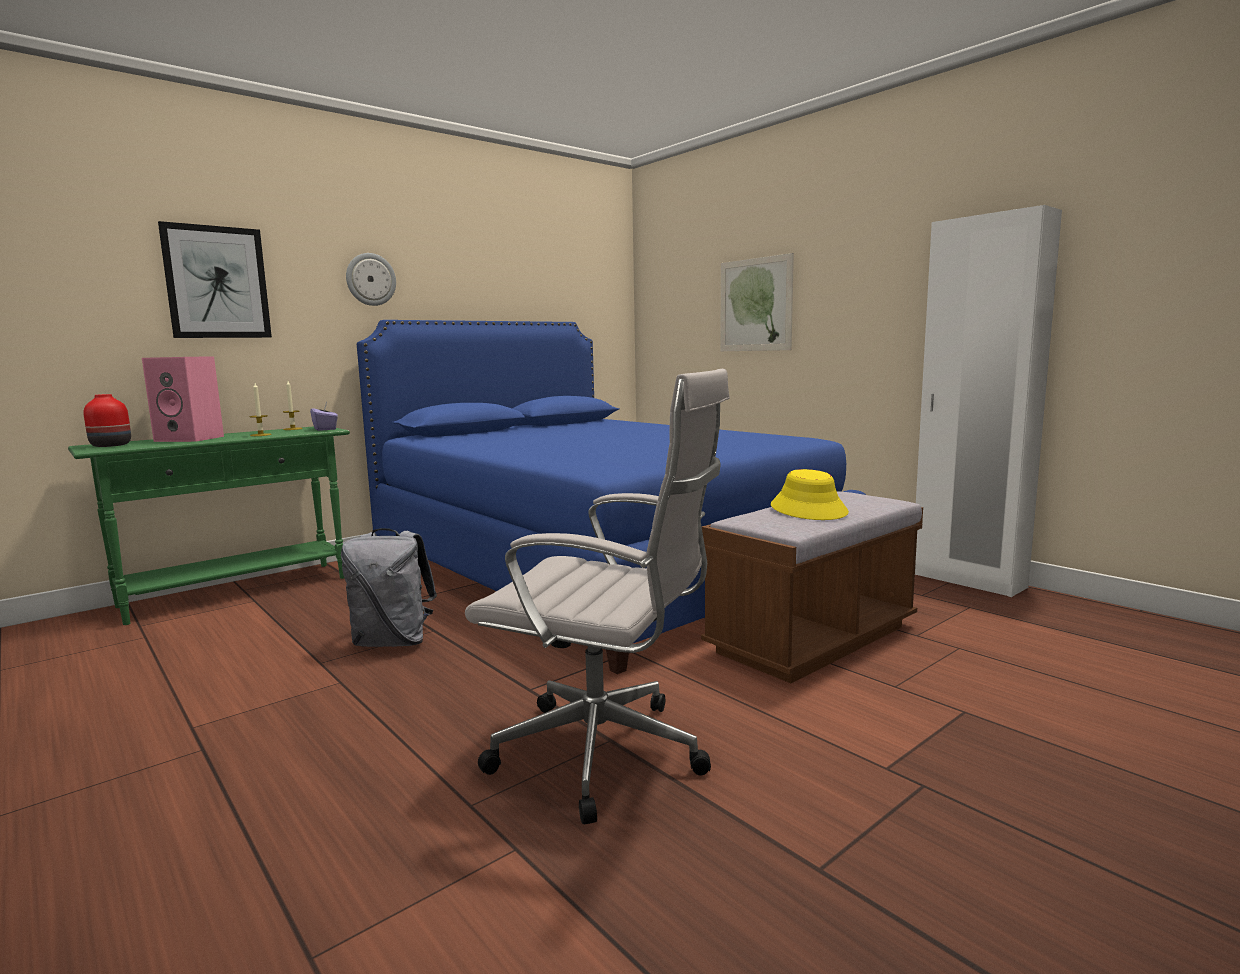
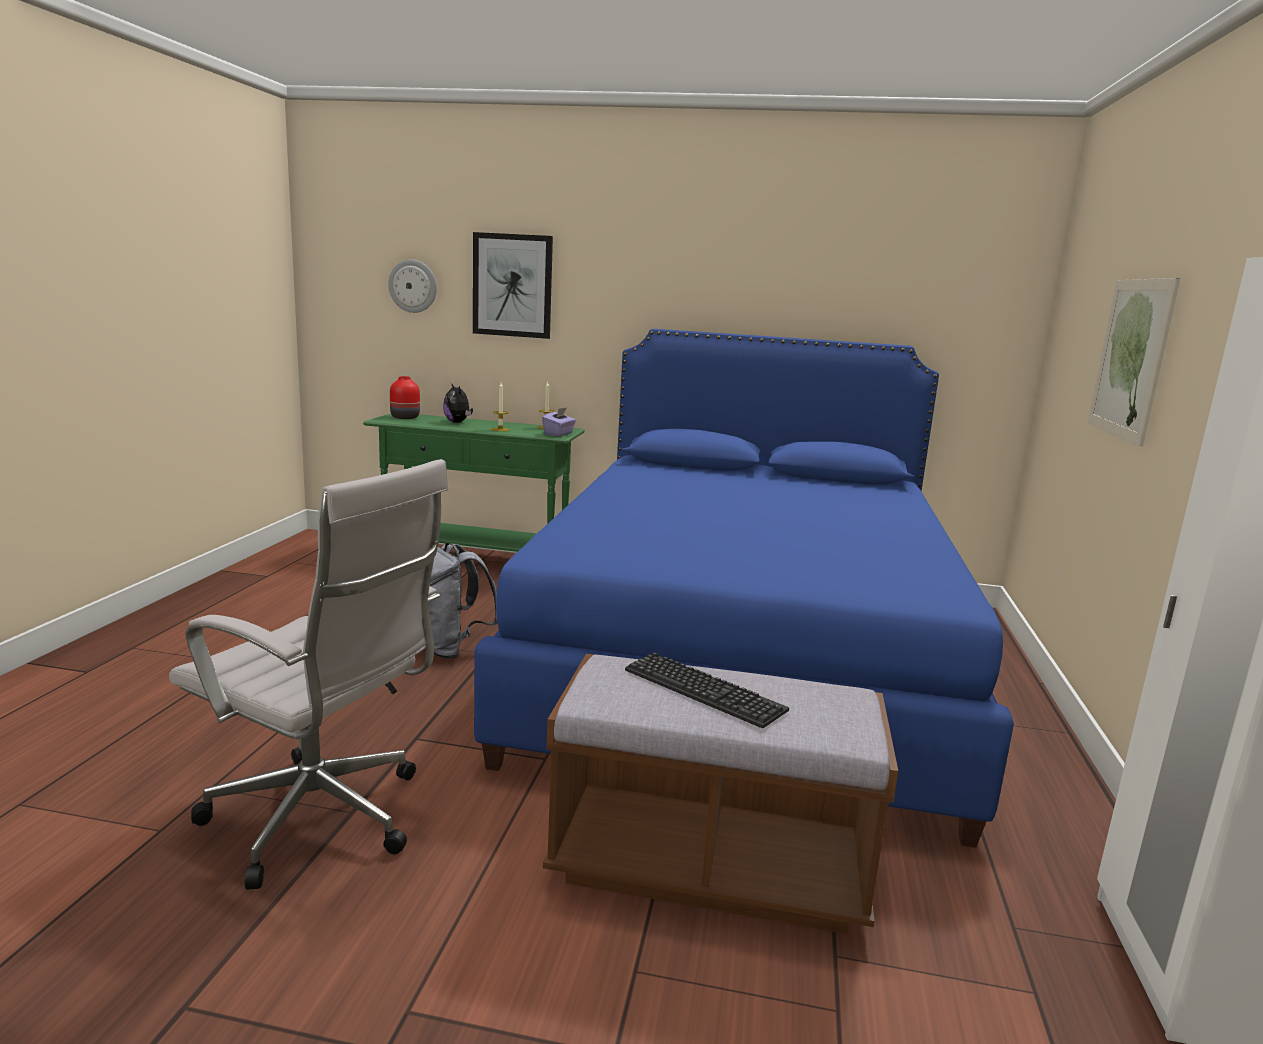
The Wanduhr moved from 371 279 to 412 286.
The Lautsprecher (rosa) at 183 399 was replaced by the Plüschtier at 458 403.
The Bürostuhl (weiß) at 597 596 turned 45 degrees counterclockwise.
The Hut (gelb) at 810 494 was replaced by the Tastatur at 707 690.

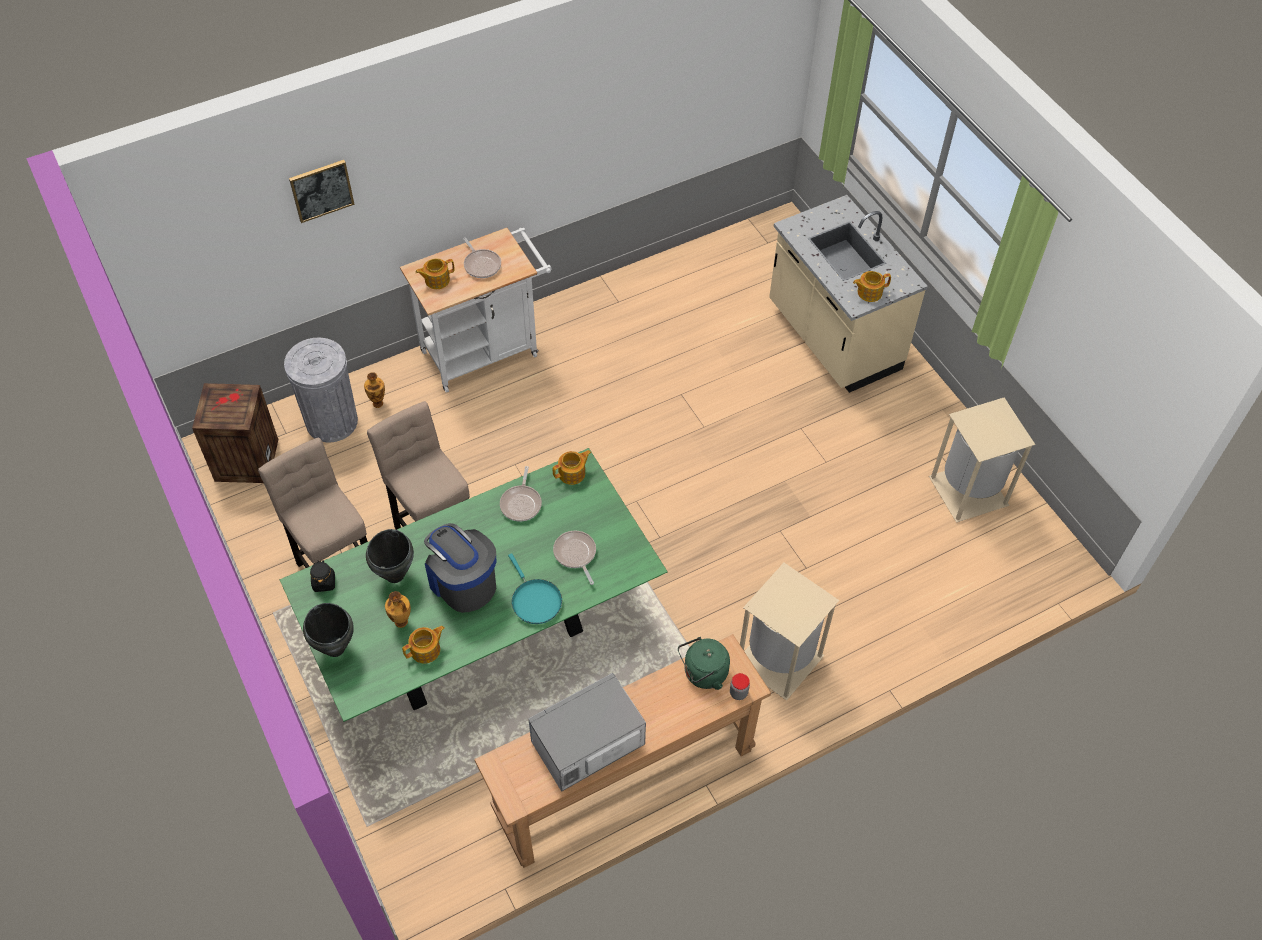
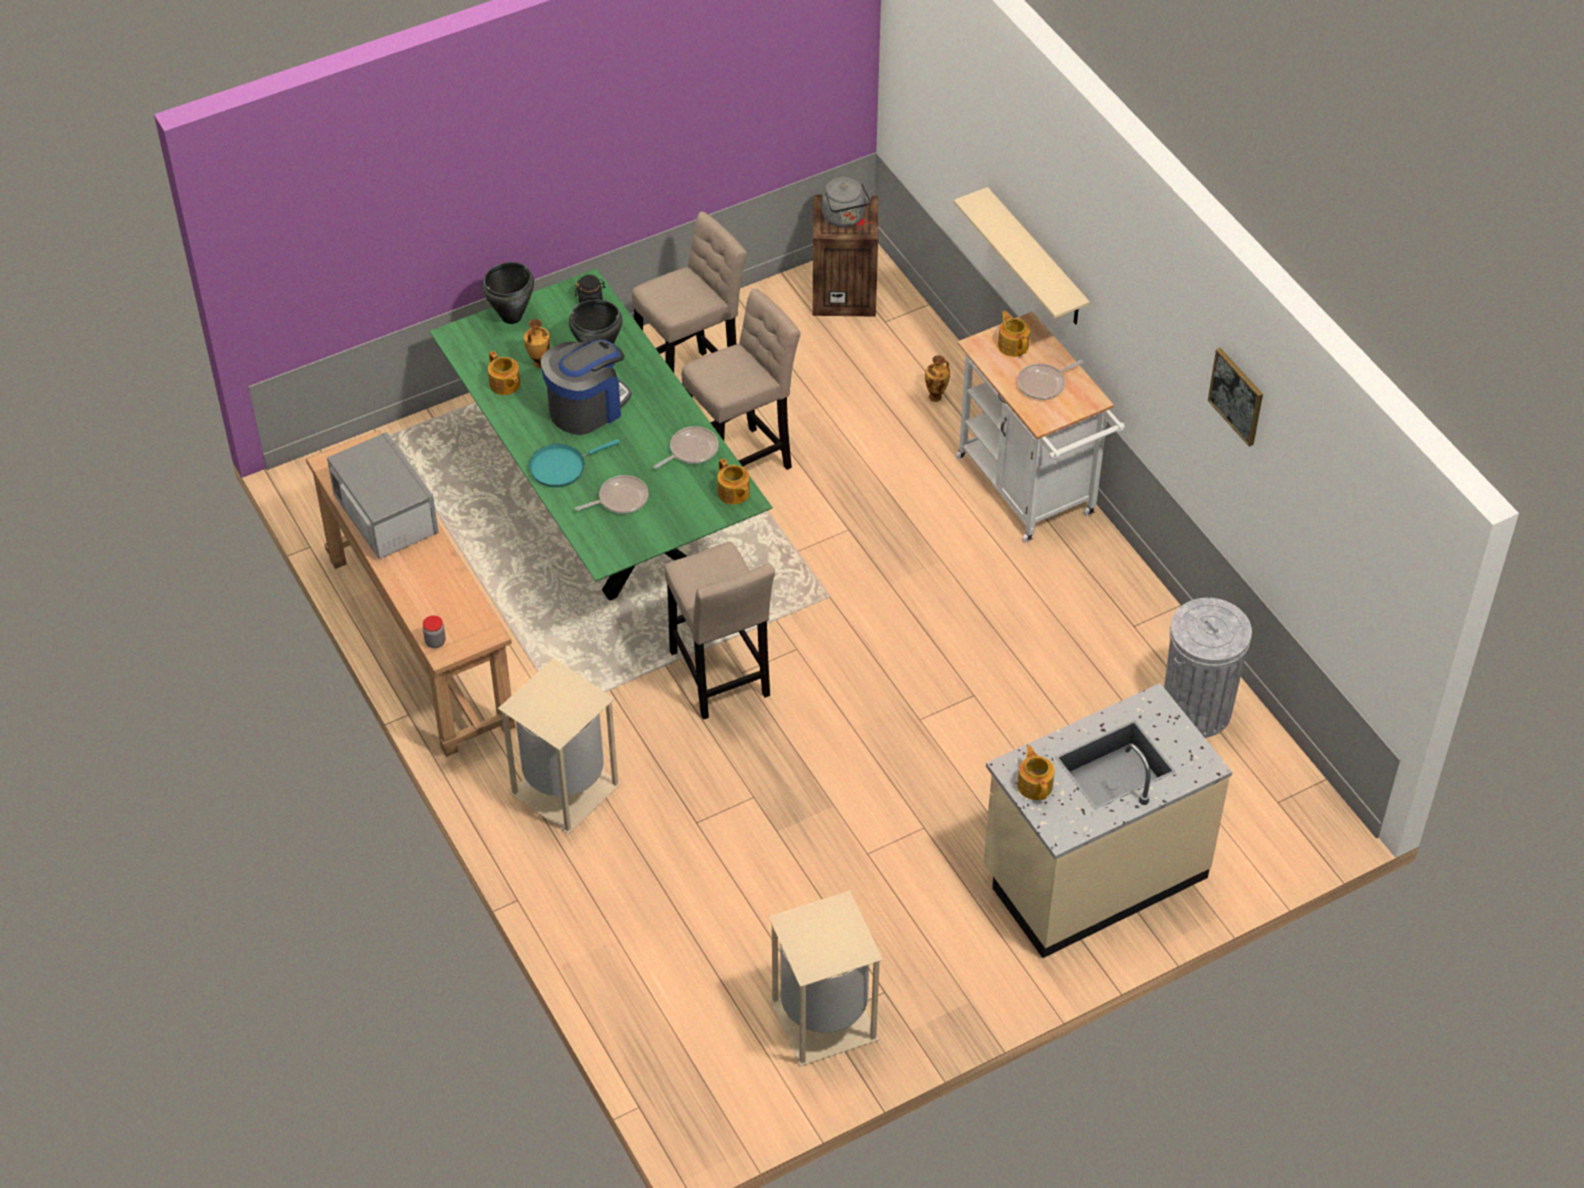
The Bild moved from 322 191 to 1235 397.
The Mülleimer (grau) moved from 321 390 to 1208 668.
The Pfanne at 521 493 turned 135 degrees clockwise.
The Wasserkessel (grün) at 704 663 disappeared.
The Wasserkessel (grau) at 848 202 appeared.
The Wandregal (beige) at 1022 256 appeared.
The Hocker (beige) at 720 631 appeared.

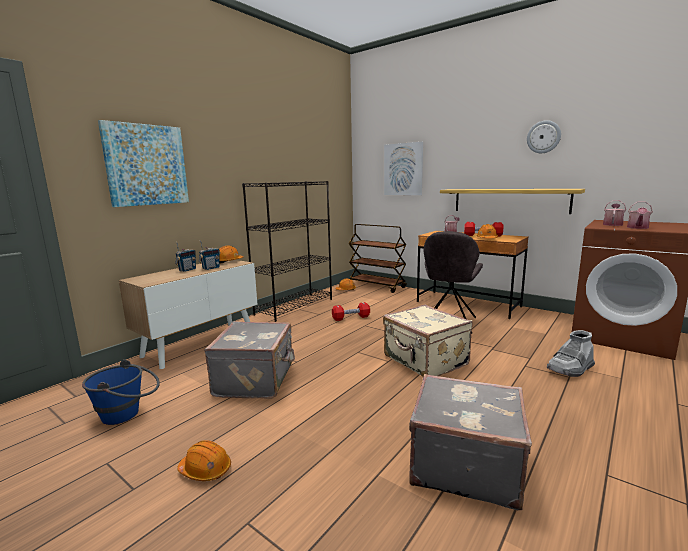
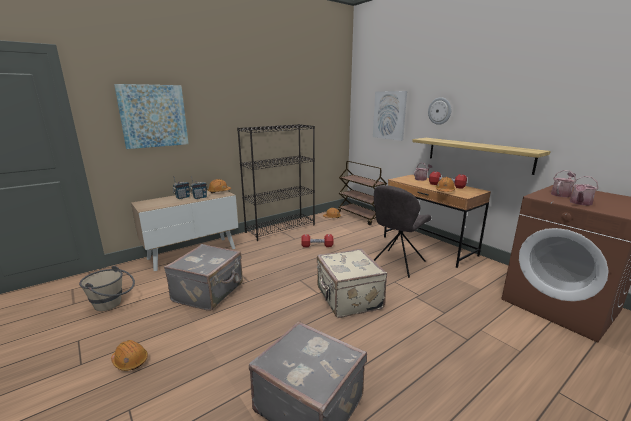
The Wanduhr moved from 544 136 to 439 111.
The Stiefel (grau) at 571 353 disappeared.
The Eimer (blau) at 121 392 became the Eimer (beige) at 107 288.

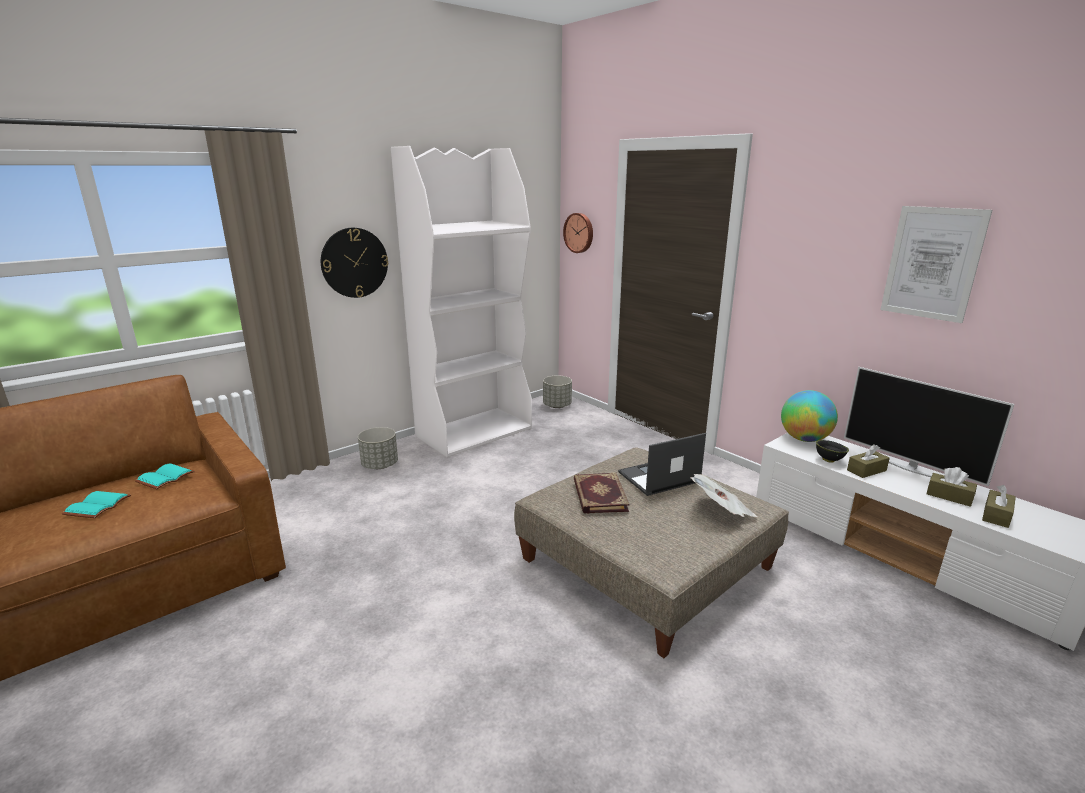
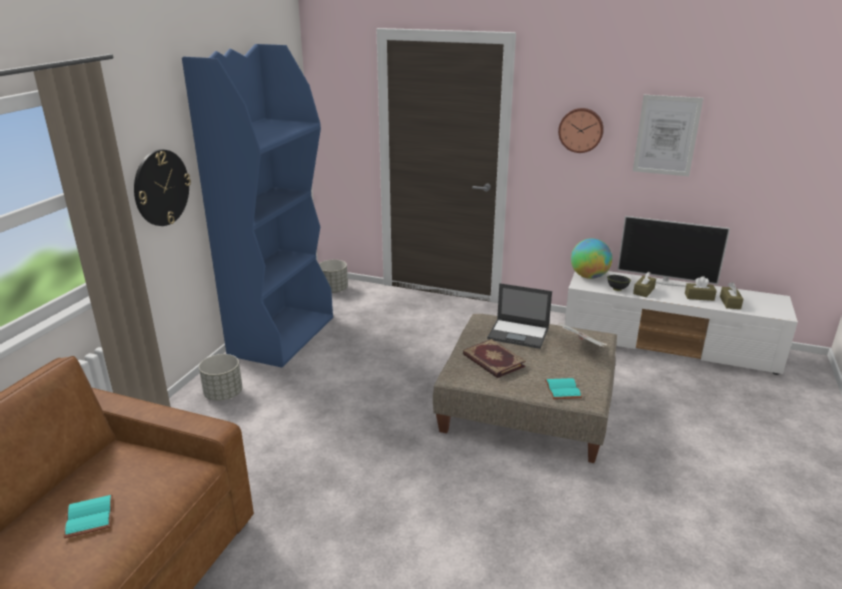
The Bücherregal (weiß) at 461 301 became the Bücherregal (blau) at 257 206.
The Wanduhr moved from 578 233 to 581 130.
The Laptop at 662 464 turned 105 degrees counterclockwise.
The Buch (türkis) moved from 165 476 to 563 388.

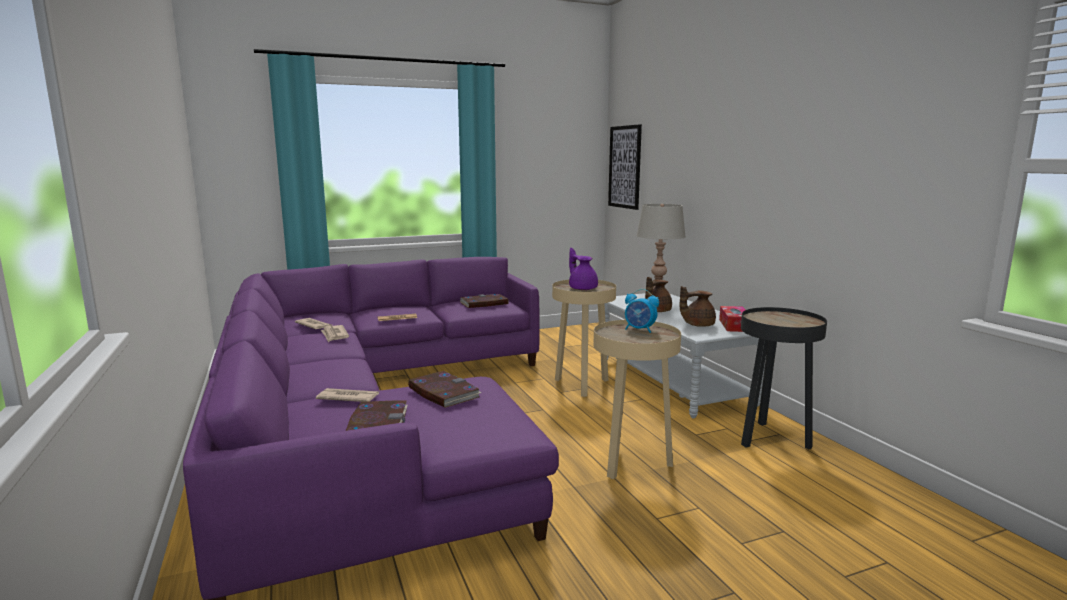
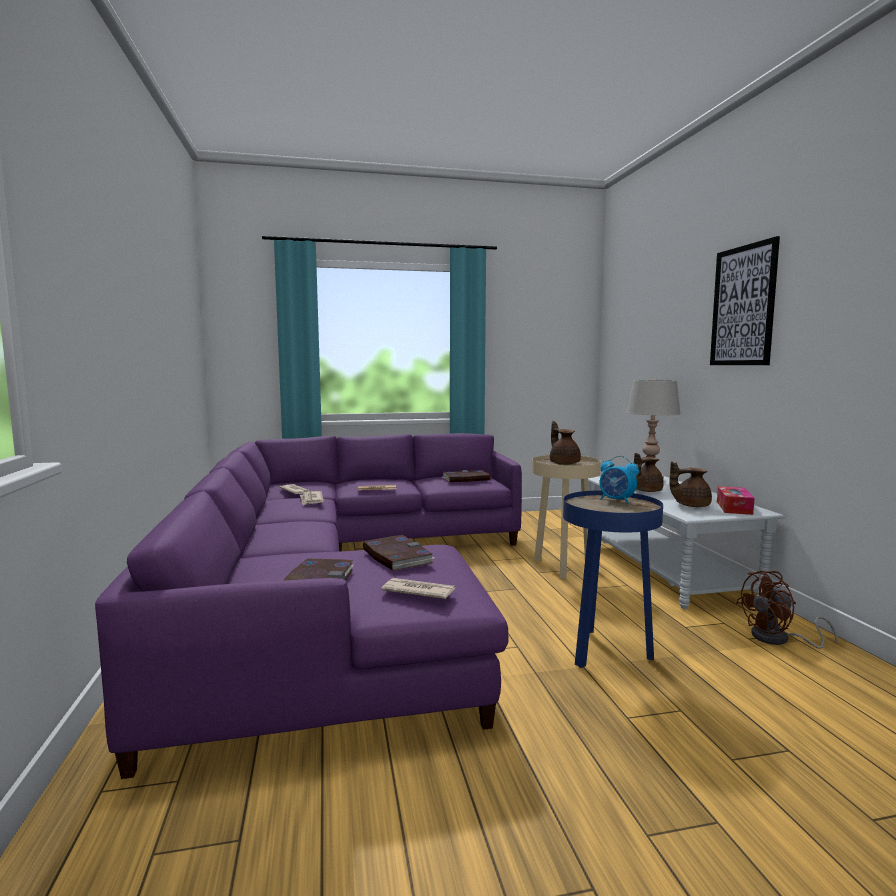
The Bild moved from 625 167 to 745 300.
The Teekanne (lila) at 583 269 became the Teekanne (braun) at 565 443.
The Beistelltisch (schwarz) at 784 378 was replaced by the Ventilator (braun) at 786 610.
The Beistelltisch (beige) at 637 399 became the Beistelltisch (blau) at 613 579.
The Zeitung moved from 347 395 to 418 588.

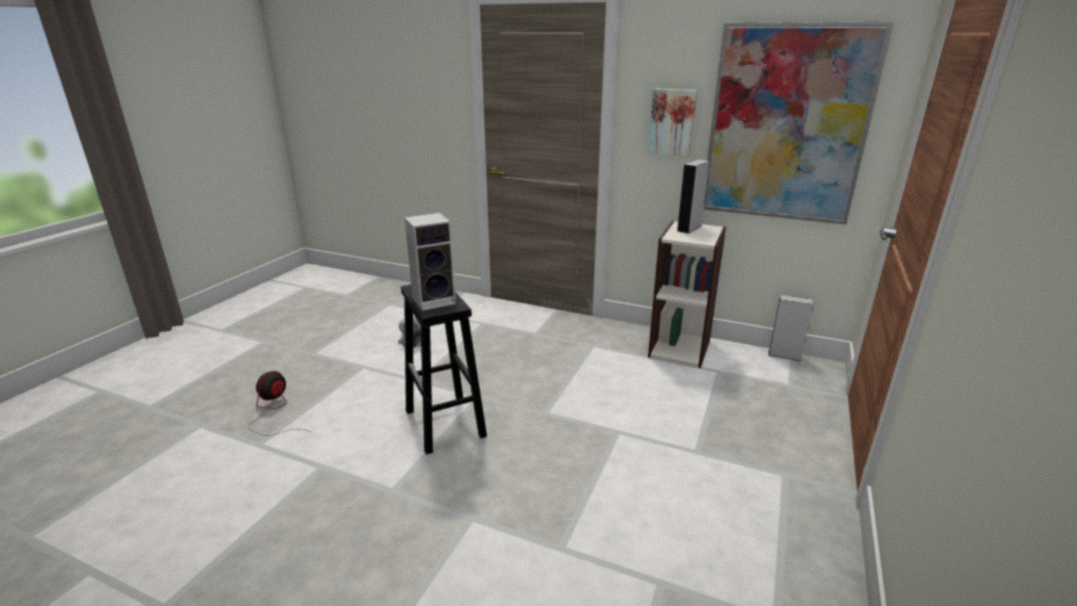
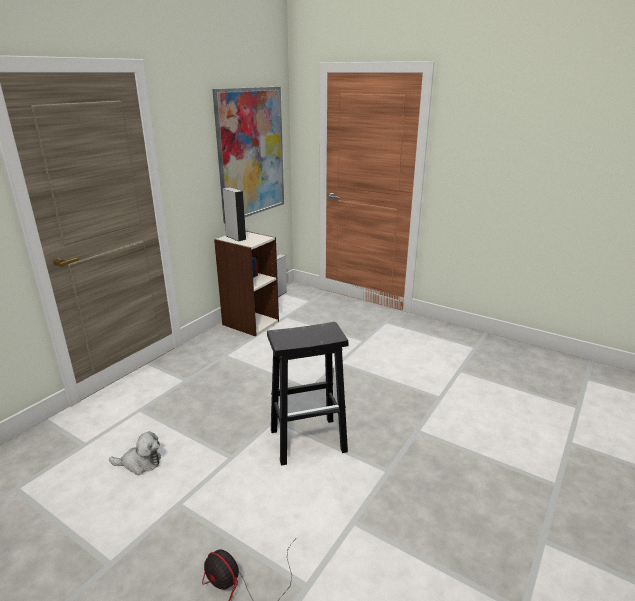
The Bild at 672 122 disappeared.
The Lautsprecher at 430 262 disappeared.

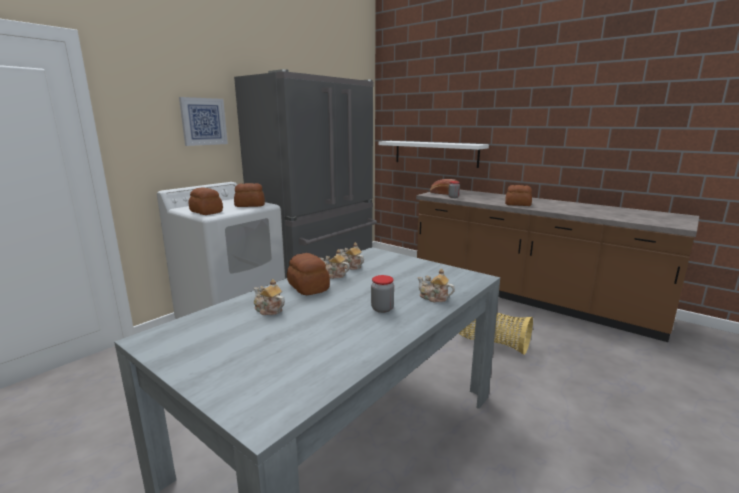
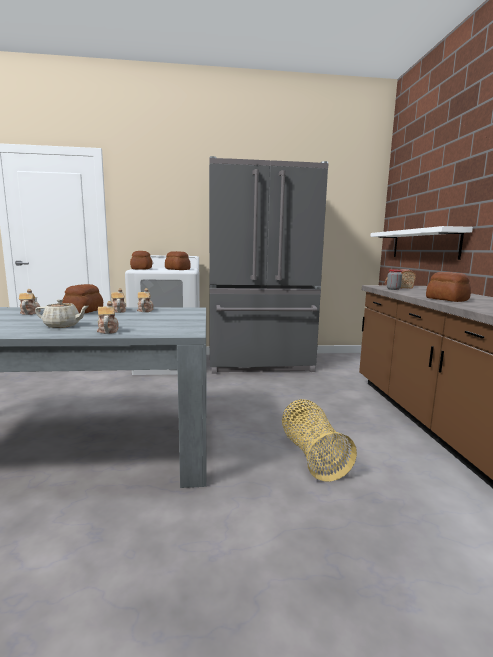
The Bild at 203 121 disappeared.
The Vorratsglas at 382 294 was replaced by the Teekanne (beige) at 61 313.

